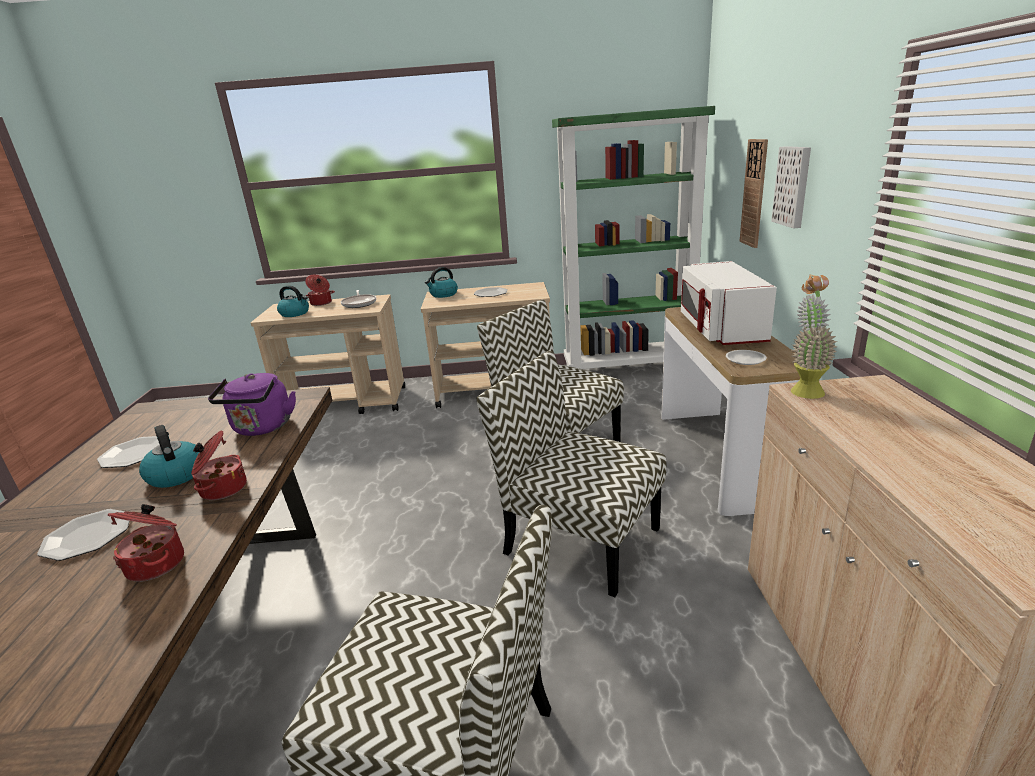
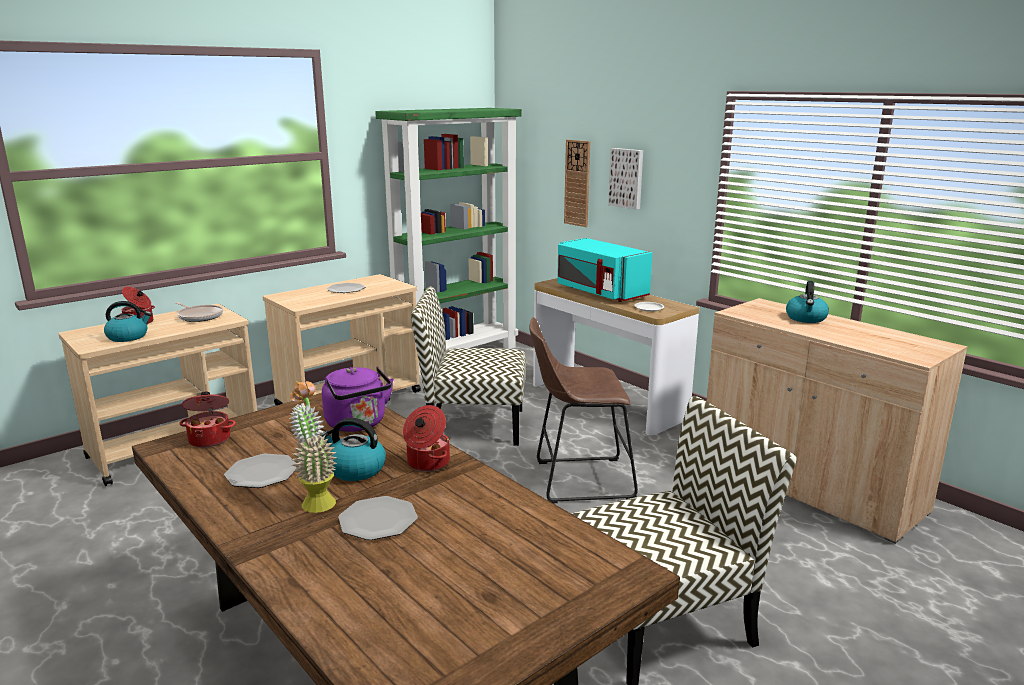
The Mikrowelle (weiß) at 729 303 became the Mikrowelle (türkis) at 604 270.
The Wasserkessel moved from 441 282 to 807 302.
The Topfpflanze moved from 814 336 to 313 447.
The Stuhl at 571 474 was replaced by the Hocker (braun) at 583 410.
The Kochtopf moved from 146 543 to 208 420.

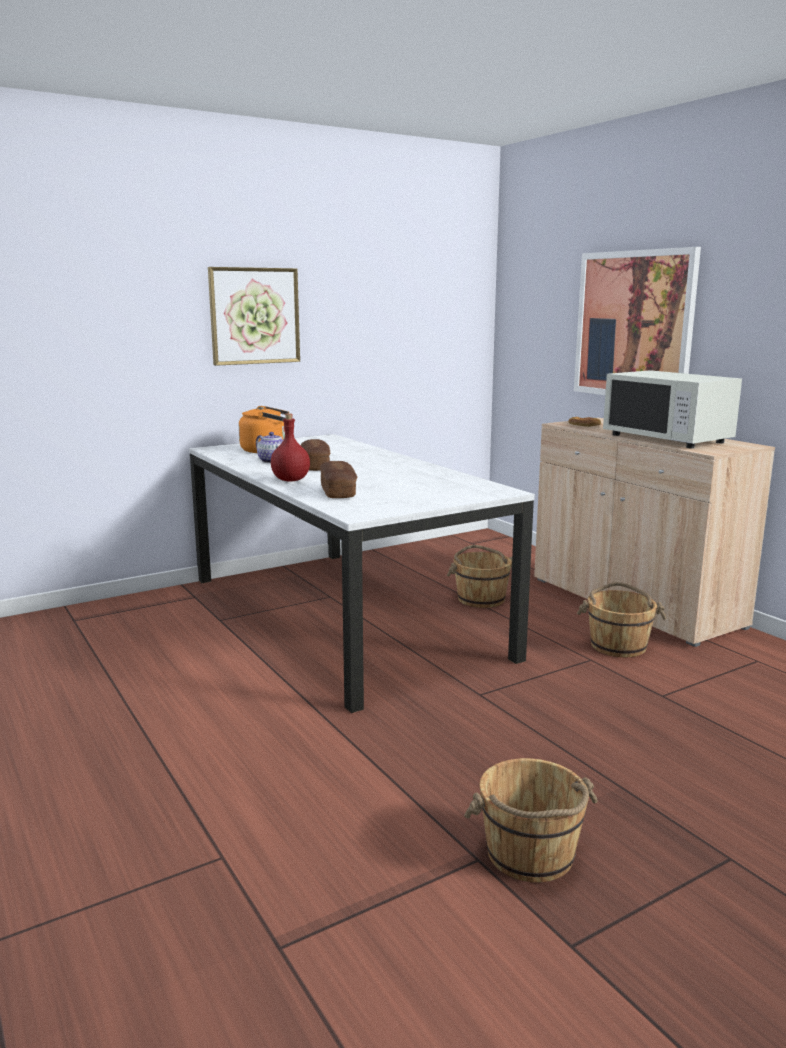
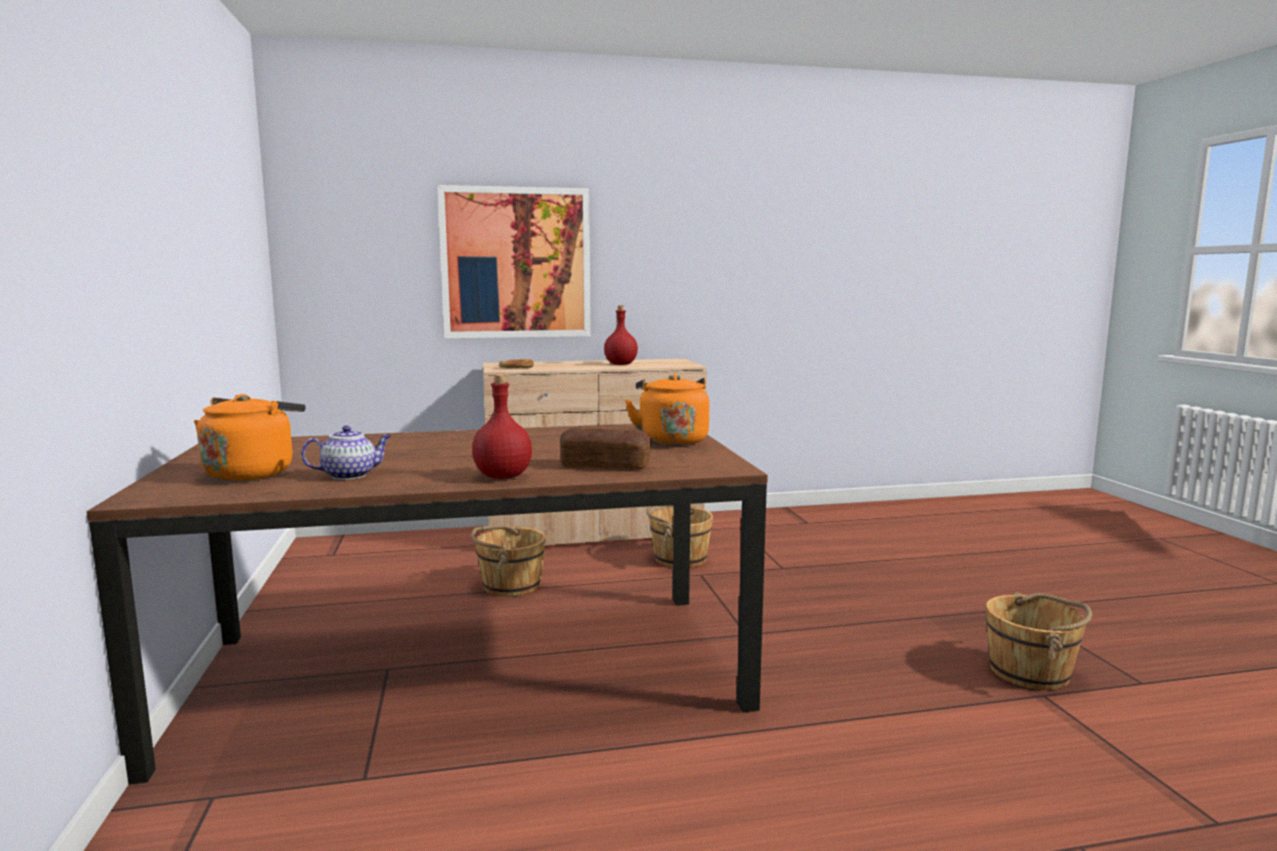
The Bild at 254 316 disappeared.
The Mikrowelle (weiß) at 672 409 was replaced by the Flasche (rot) at 621 335.
The Esstisch (weiß) at 362 573 became the Esstisch (braun) at 427 604.
The Brot at 315 455 disappeared.
The Wasserkessel (orange) at 667 410 appeared.

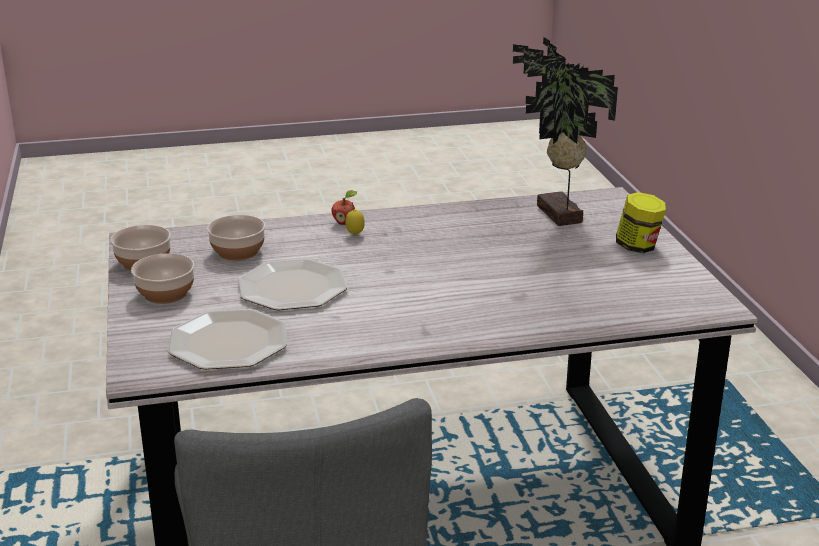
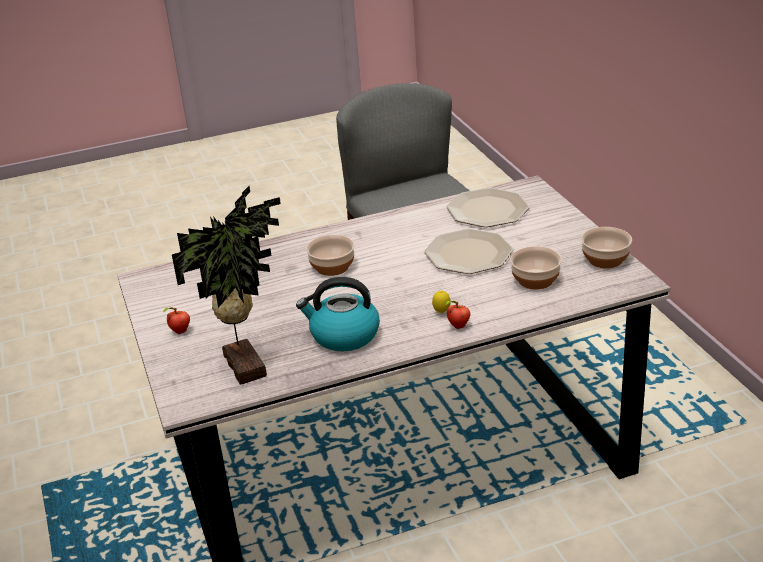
The Vorratsglas at 641 222 was replaced by the Apfel at 176 320.
The Schüssel moved from 163 278 to 330 255.
The Wasserkessel at 338 314 appeared.

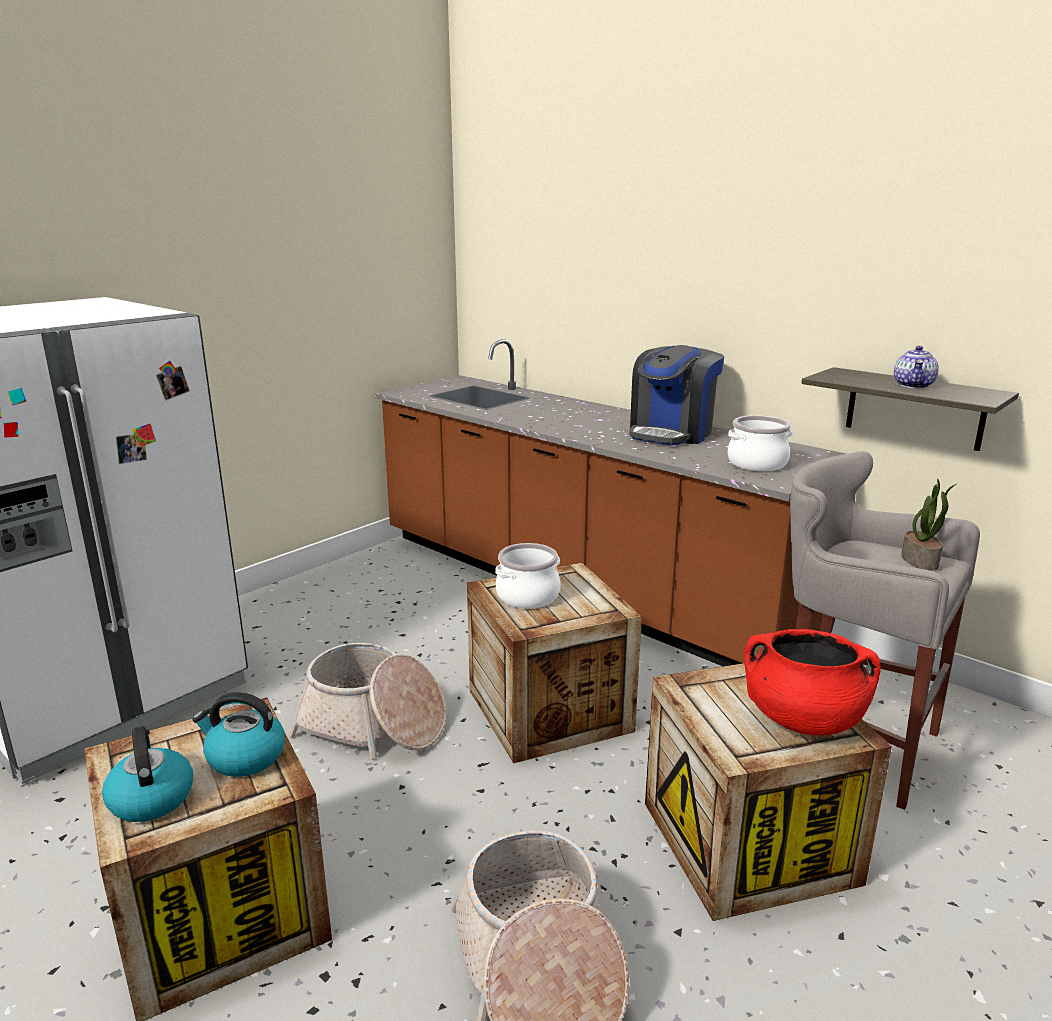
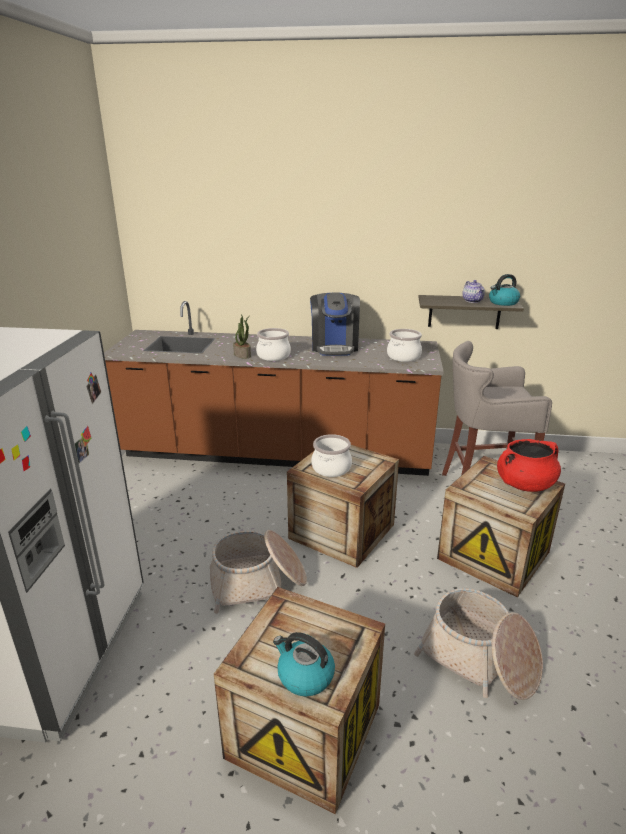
The Topfpflanze moved from 928 525 to 242 337.
The Wasserkessel moved from 238 734 to 504 290.
The Kochtopf at 273 344 appeared.

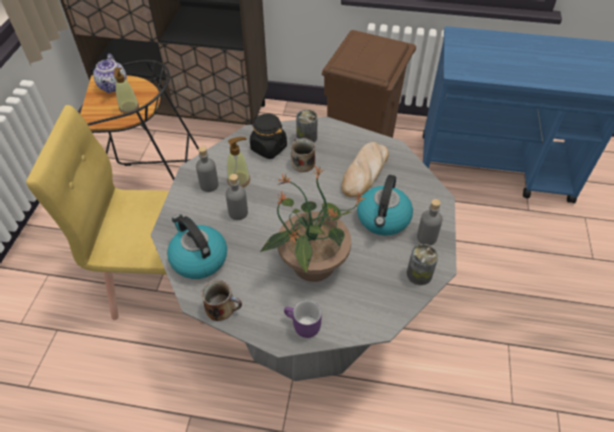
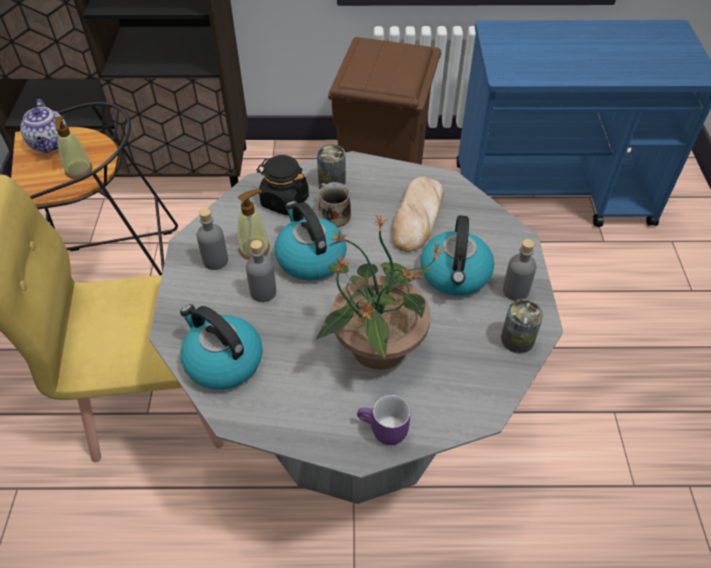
The Henkelbecher at 221 300 disappeared.
The Wasserkessel at 311 241 appeared.

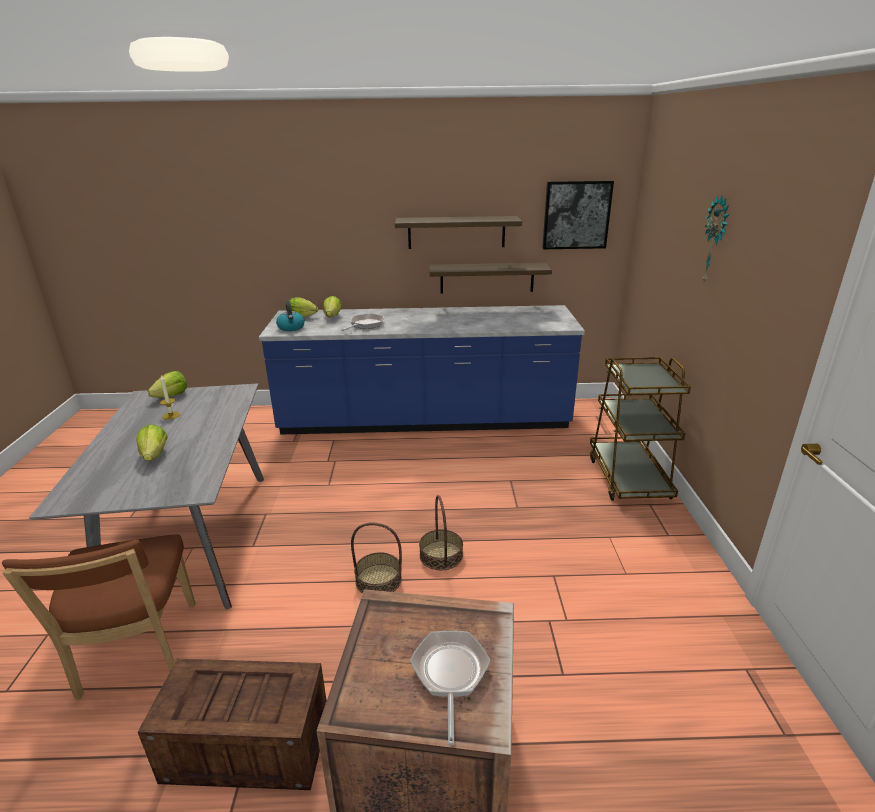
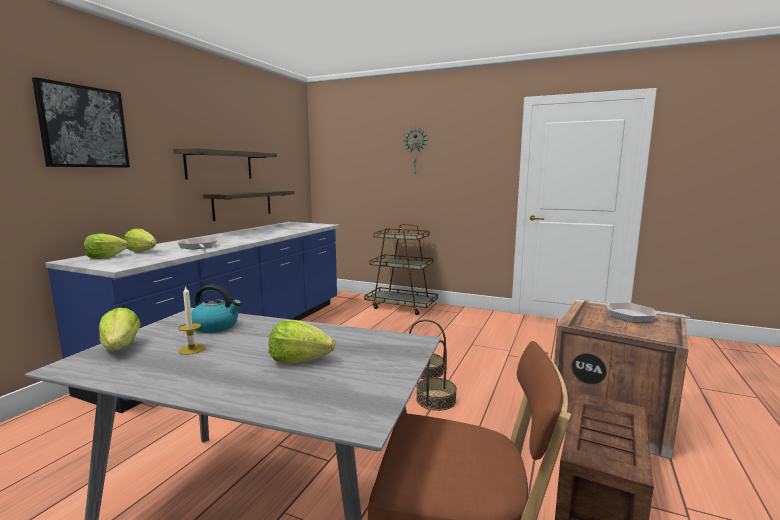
The Bild moved from 578 214 to 81 122.
The Wasserkessel moved from 290 316 to 216 309.

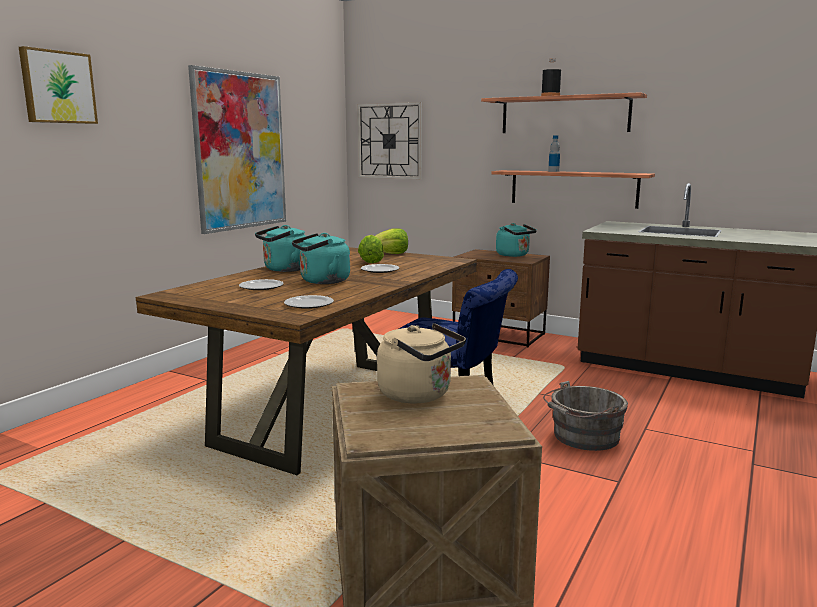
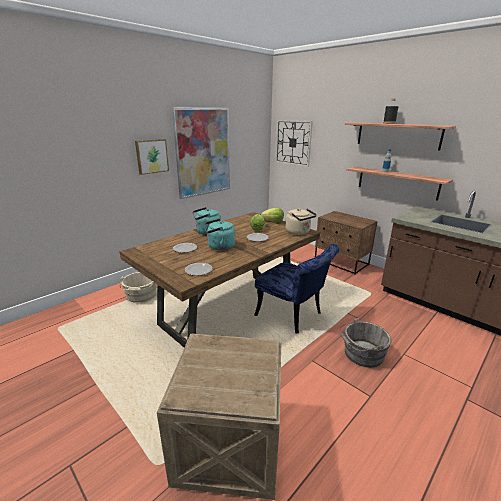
The Bild moved from 58 85 to 152 157.
The Wasserkessel (türkis) at 516 240 disappeared.
The Wasserkessel (beige) moved from 421 363 to 301 222.
The Eimer (beige) at 138 287 appeared.

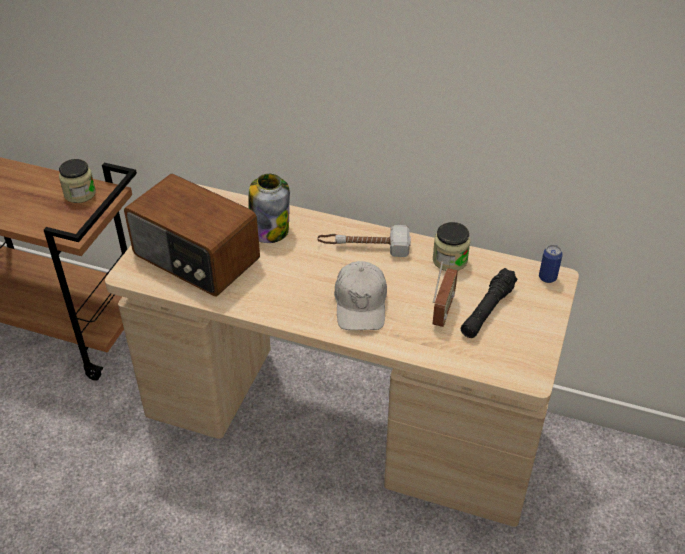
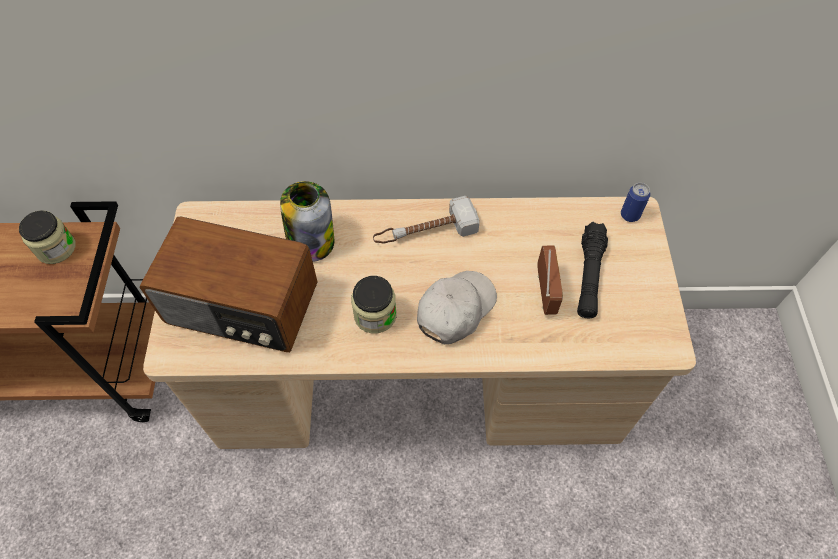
The Vorratsglas moved from 451 246 to 373 305.
The Kappe (weiß) at 360 295 turned 120 degrees counterclockwise.

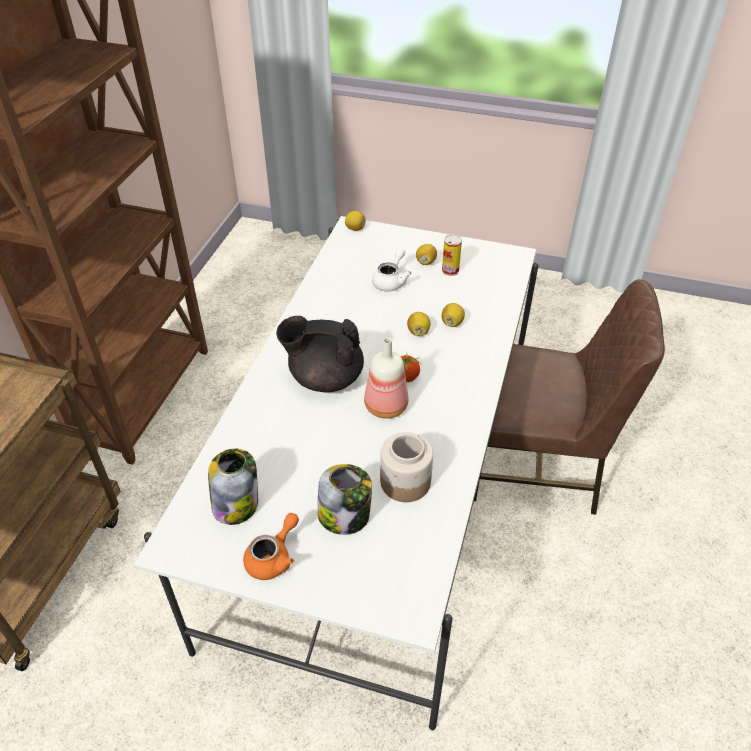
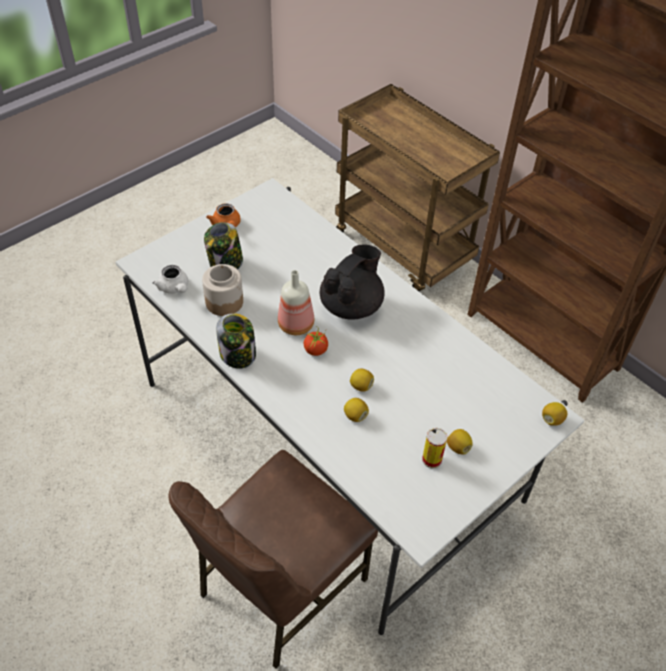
The Teekanne (weiß) moved from 392 269 to 170 279.
The Vorratsglas moved from 233 487 to 236 341.

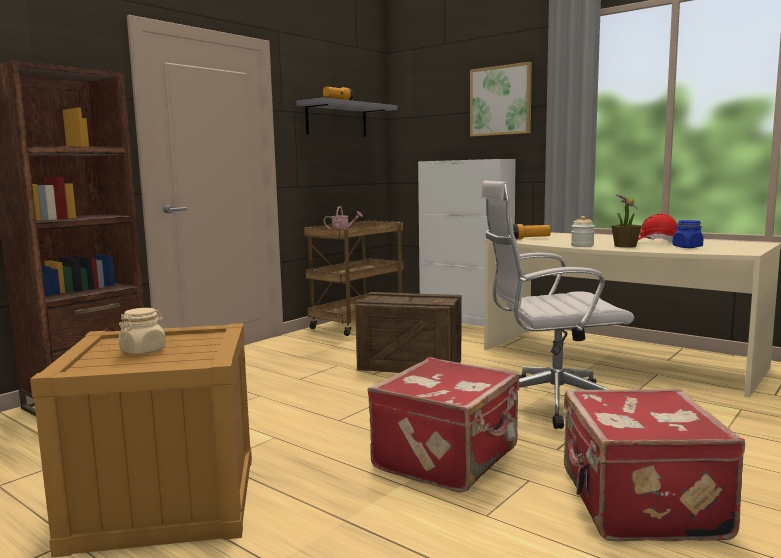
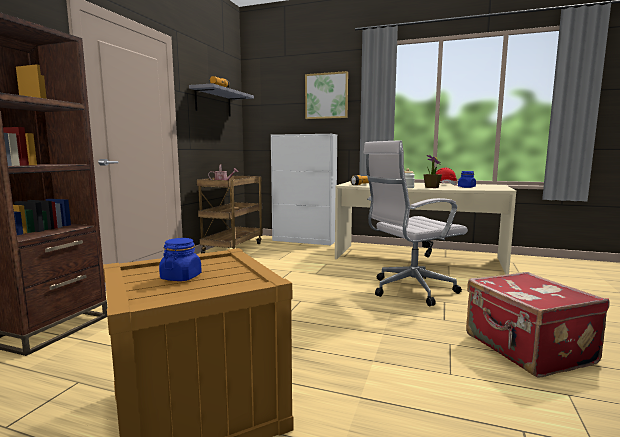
The Kiste at 408 332 disappeared.
The Vorratsglas (beige) at 142 331 became the Vorratsglas (blau) at 180 259.
The Koffer (rot) at 443 425 disappeared.

